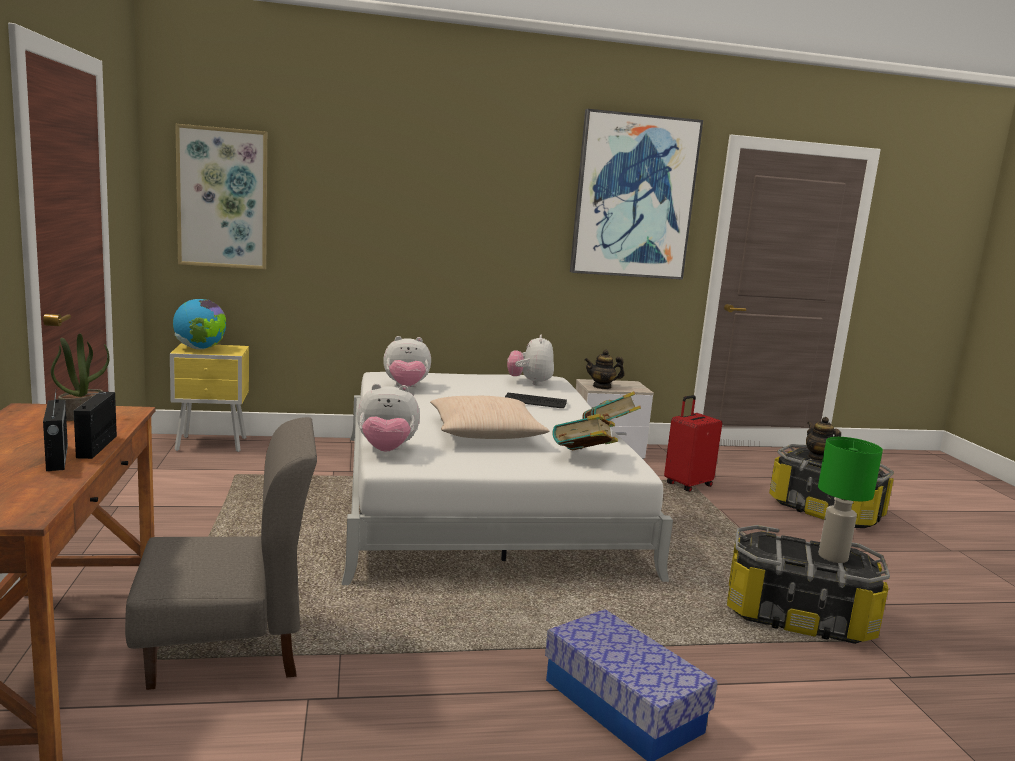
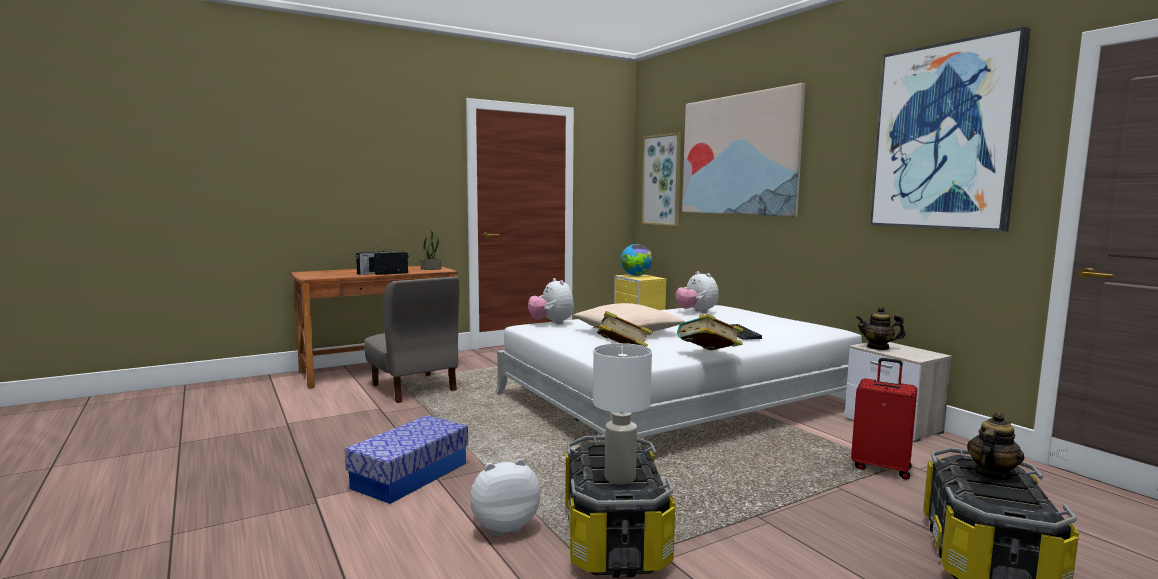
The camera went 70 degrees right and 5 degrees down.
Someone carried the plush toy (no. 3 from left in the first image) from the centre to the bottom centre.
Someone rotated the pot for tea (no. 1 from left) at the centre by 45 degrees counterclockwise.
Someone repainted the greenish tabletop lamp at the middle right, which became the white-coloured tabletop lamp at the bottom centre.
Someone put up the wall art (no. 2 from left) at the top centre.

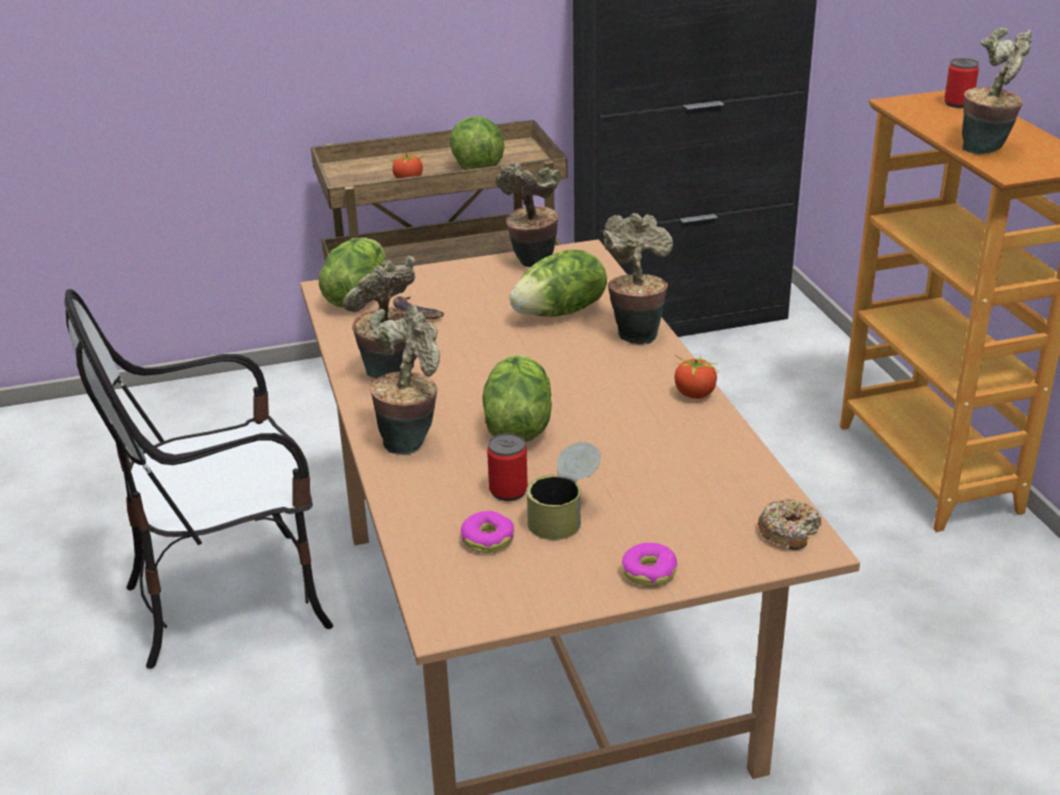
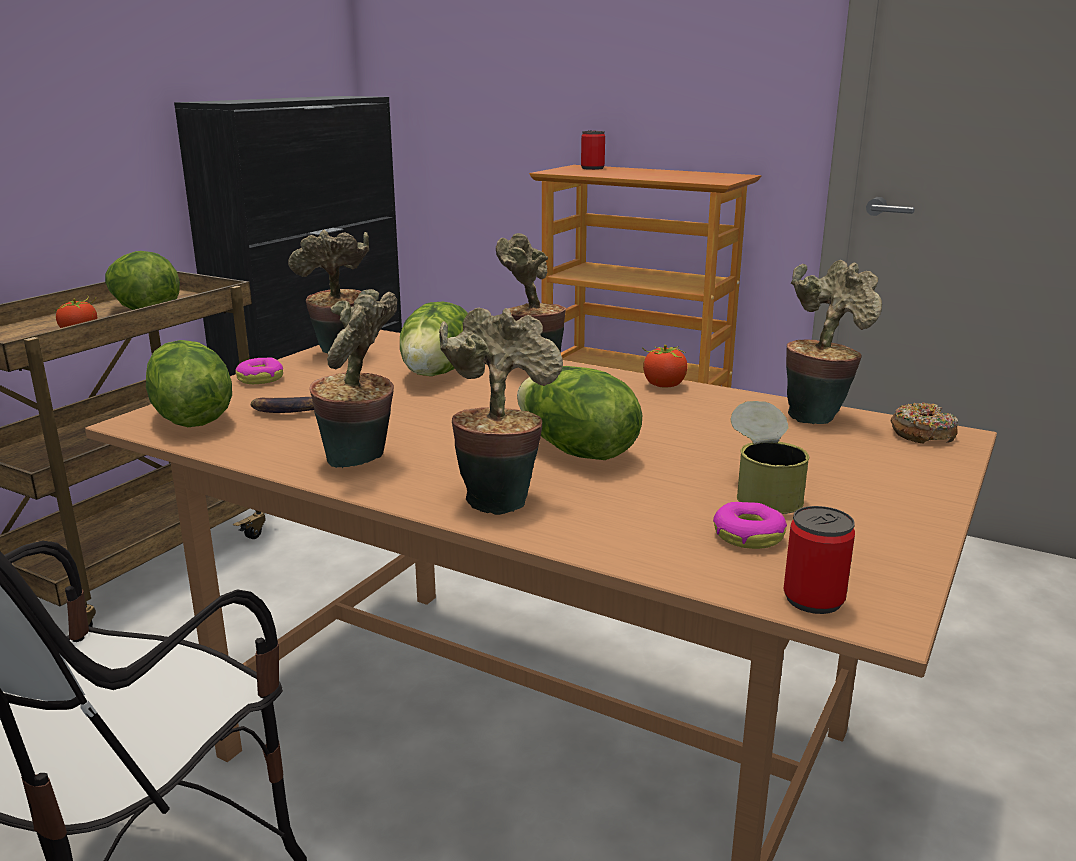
The camera went 45 degrees left and 10 degrees down.
Someone carried the metal can (no. 1 from left in the first image) from the centre to the middle right.
Someone carried the donut (no. 2 from left in the first image) from the bottom centre to the middle left.
Someone carried the plant in a pot (no. 5 from left) from the top right to the middle right.

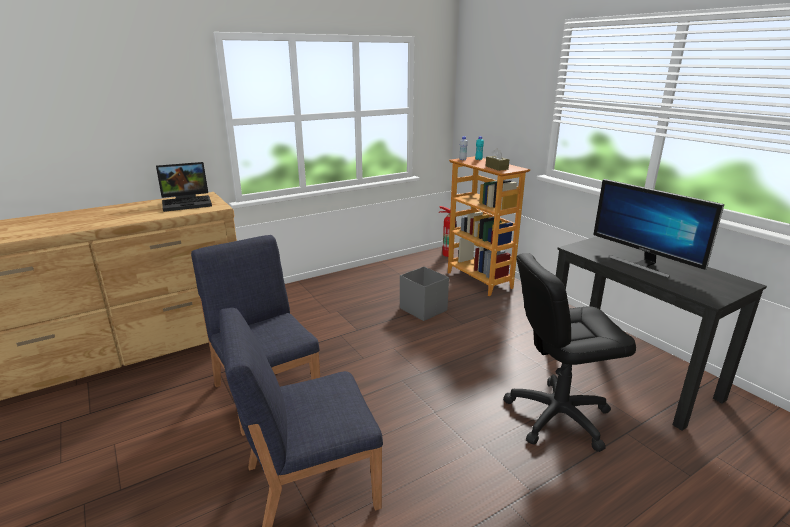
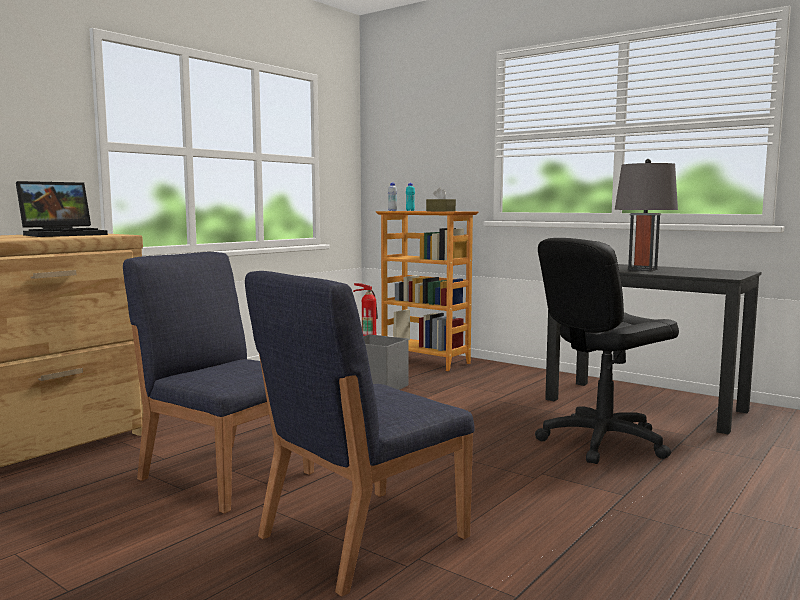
The camera went 20 degrees left and 15 degrees down.
Someone swapped the computer screen at the middle right for the grey tabletop lamp at the middle right.

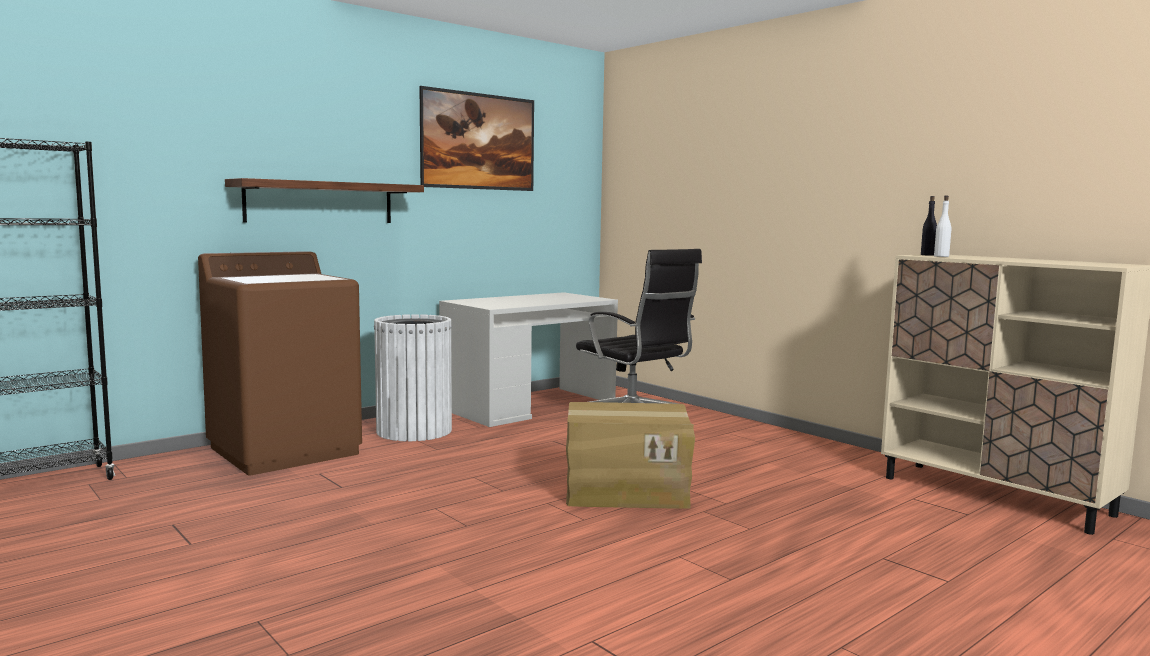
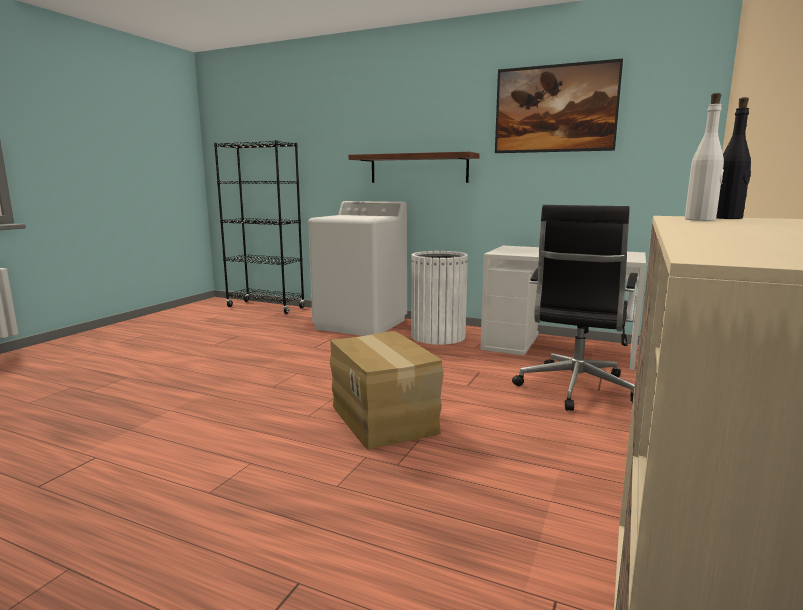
The camera went 65 degrees right and 5 degrees up.
Someone repainted the brown laundry machine at the middle left, which became the white-coloured laundry machine at the centre.

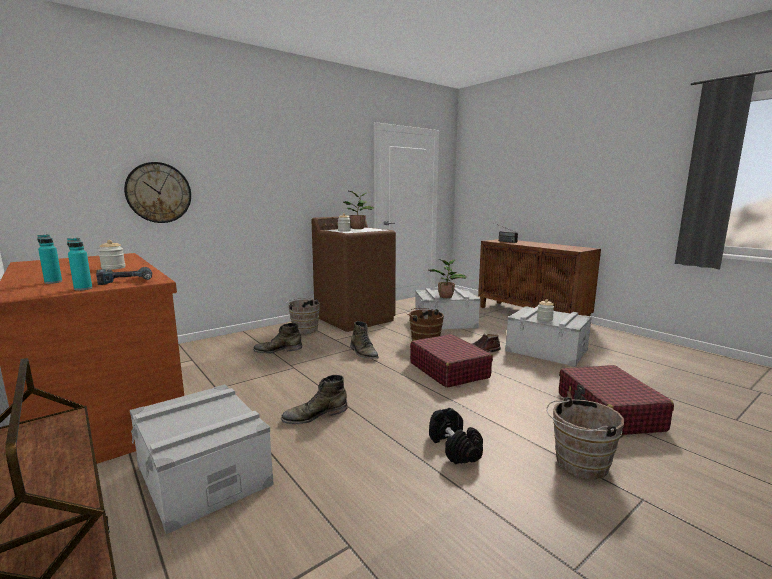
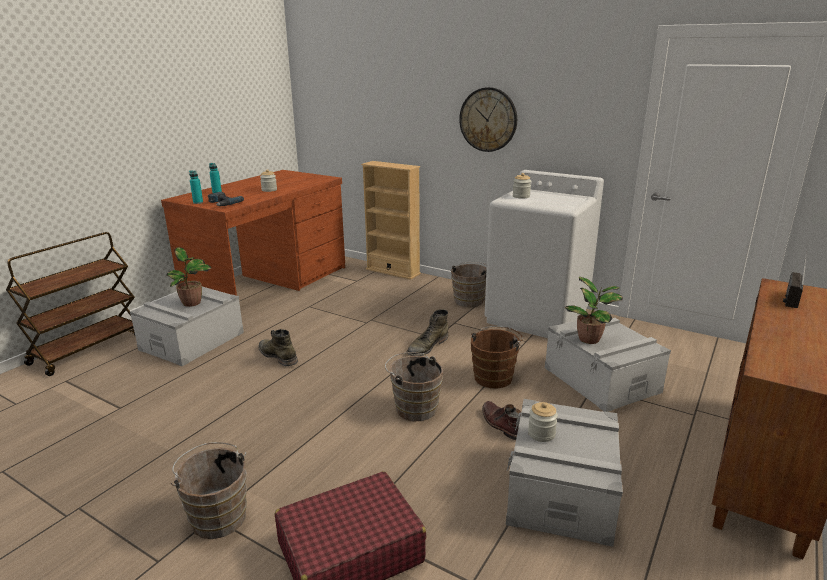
The camera went 70 degrees right and 10 degrees up.
Someone carried the hanging clock from the top left to the top centre.
Someone took away the greenish boot (no. 1 from left) at the centre.
Someone repainted the brown laundry machine at the centre, which became the white-coloured laundry machine at the centre.
Someone carried the plant in a pot (no. 1 from left) from the centre to the middle left.
Someone swapped the red travel case (no. 1 from left) at the centre for the brown water bucket (no. 2 from left) at the centre.
Someone took away the blackish free weight at the bottom centre.
Someone put down the beige-coloured bookshelf at the centre.

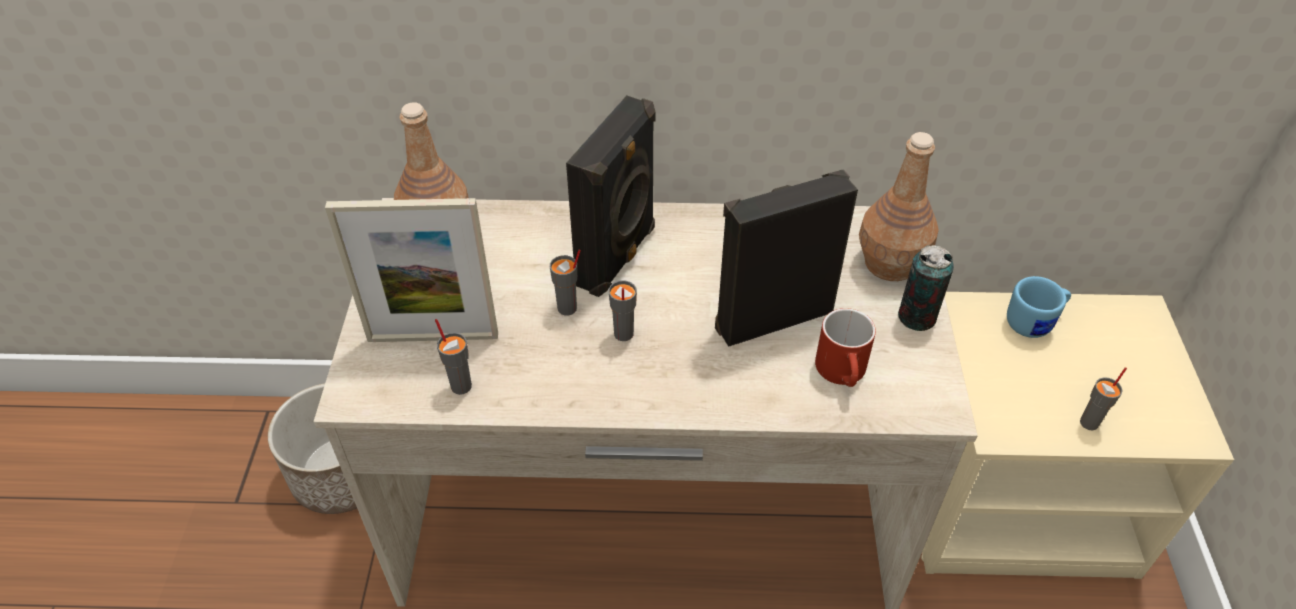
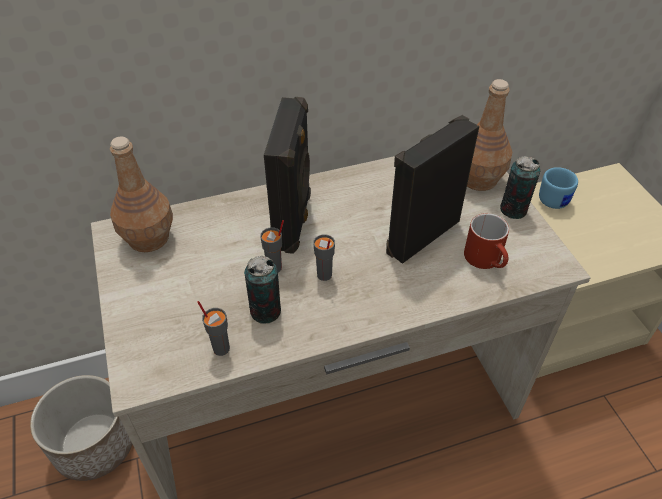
The camera went 20 degrees left and 0 degrees up.
Someone took away the picture frame at the middle left.
Someone took away the grey cup (no. 4 from left) at the middle right.
Someone put down the metal can (no. 1 from left) at the centre.

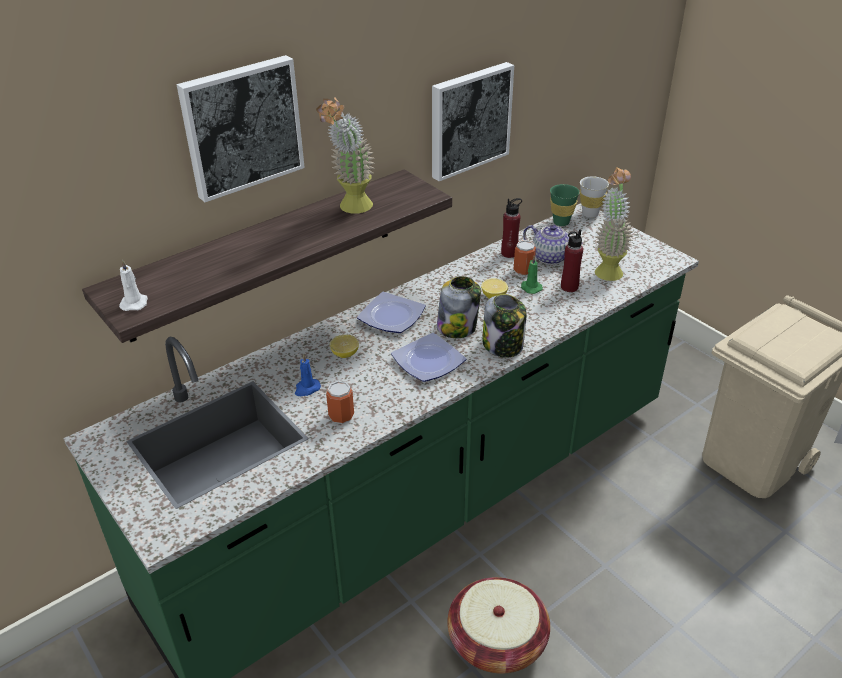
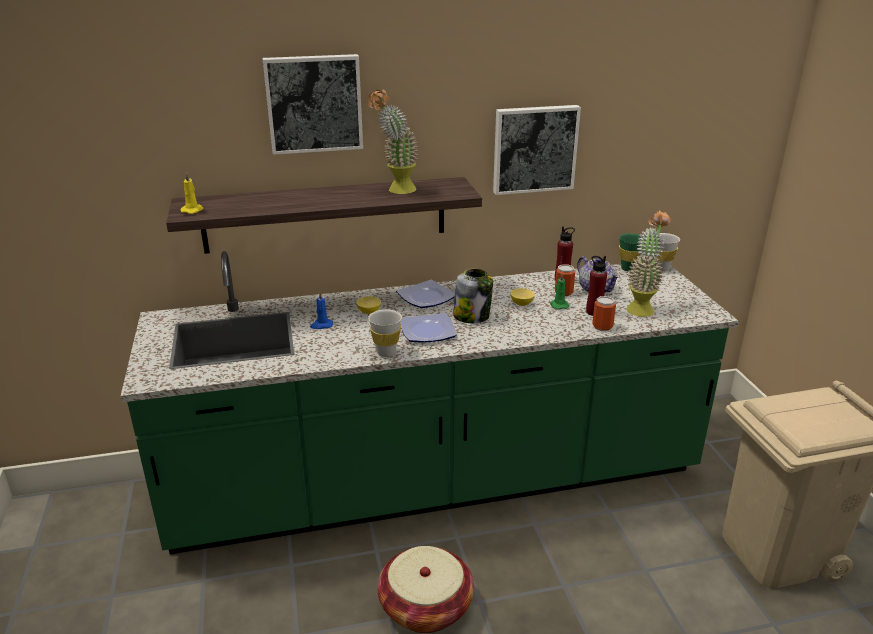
The camera went 25 degrees right and 10 degrees down.
Someone repainted the white-coloured wax light at the middle left, which became the yellow wax light at the top left.
Someone carried the metal can (no. 1 from left in the first image) from the centre to the middle right.
Someone took away the jar (no. 2 from left) at the centre.
Someone put down the white-coloured cup (no. 1 from left) at the centre.

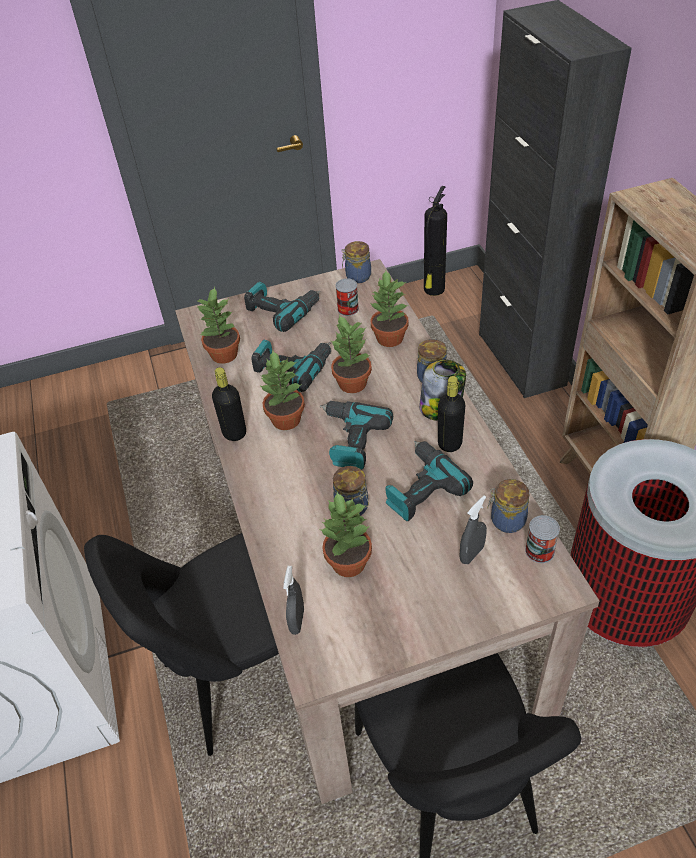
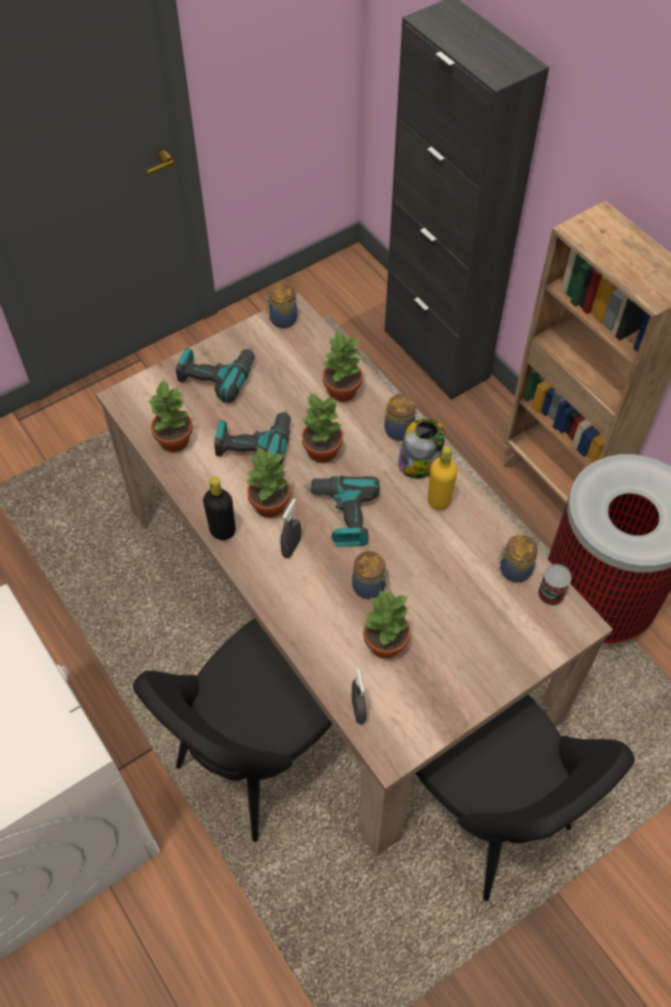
The camera went 20 degrees left and 10 degrees up.
Someone took away the metal can (no. 1 from left) at the centre.
Someone took away the electric drill (no. 4 from left) at the centre.
Someone took away the fire extinguisher at the top centre.
Someone repainted the blackish beverage bottle (no. 2 from left) at the centre, which became the yellow beverage bottle at the centre.
Someone carried the grey sprayer (no. 2 from left in the first image) from the middle right to the centre.

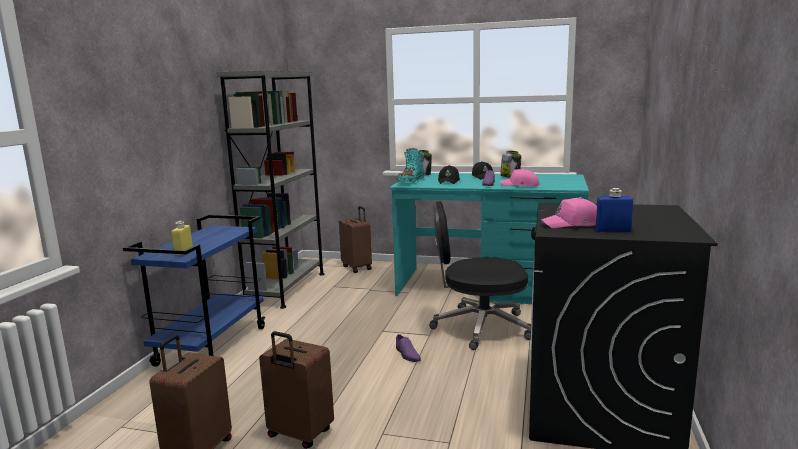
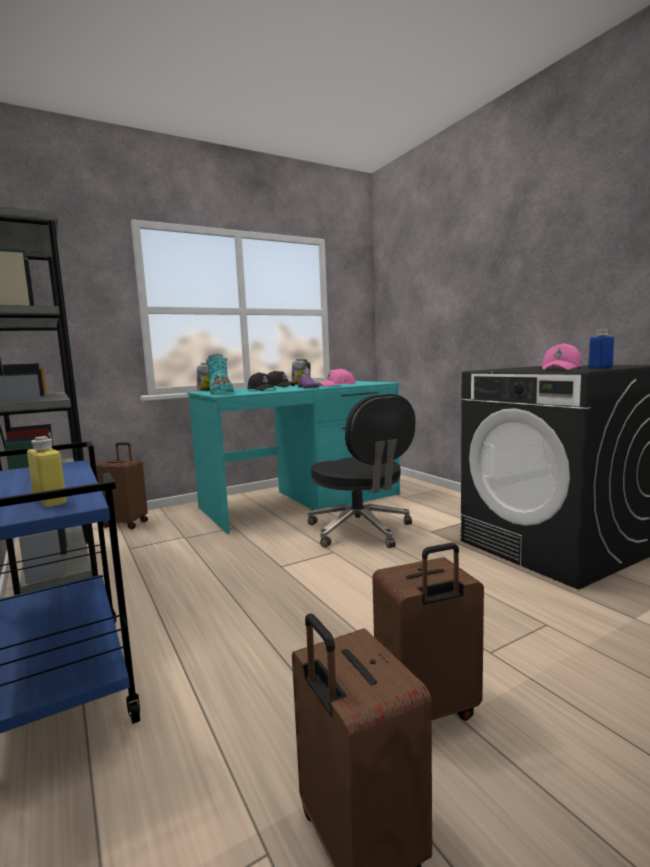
The camera went 45 degrees left and 5 degrees down.
Someone took away the purple low shoe (no. 1 from left) at the bottom centre.
Someone rotated the blackish office chair at the centre by 75 degrees counterclockwise.

